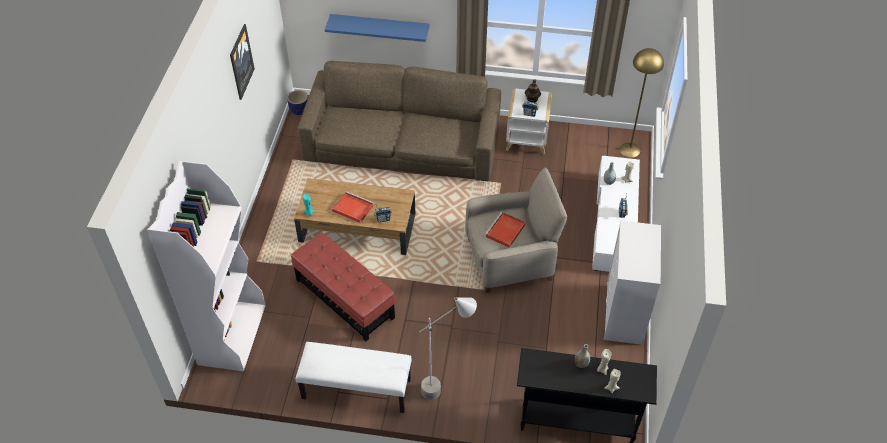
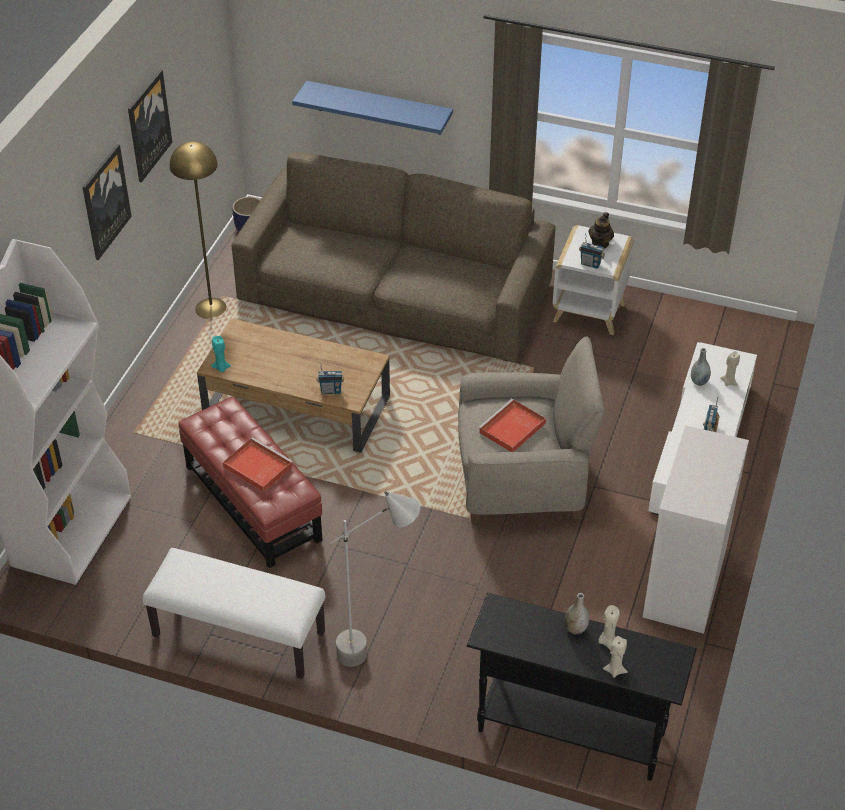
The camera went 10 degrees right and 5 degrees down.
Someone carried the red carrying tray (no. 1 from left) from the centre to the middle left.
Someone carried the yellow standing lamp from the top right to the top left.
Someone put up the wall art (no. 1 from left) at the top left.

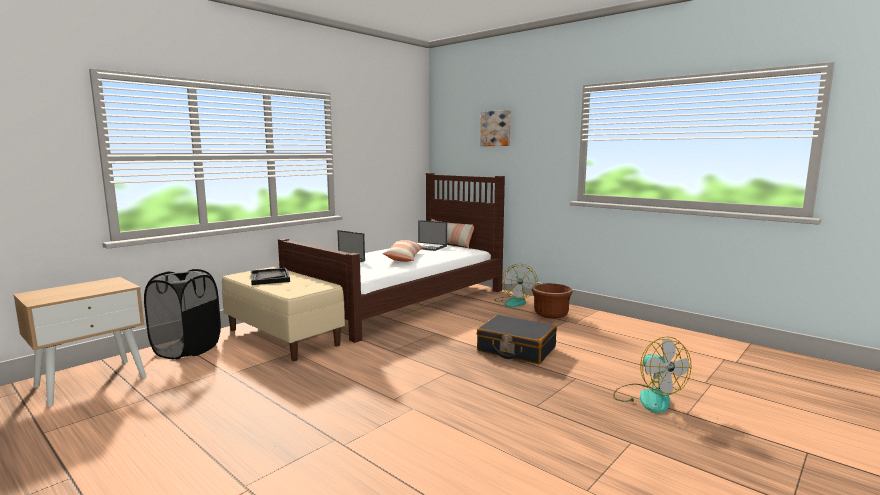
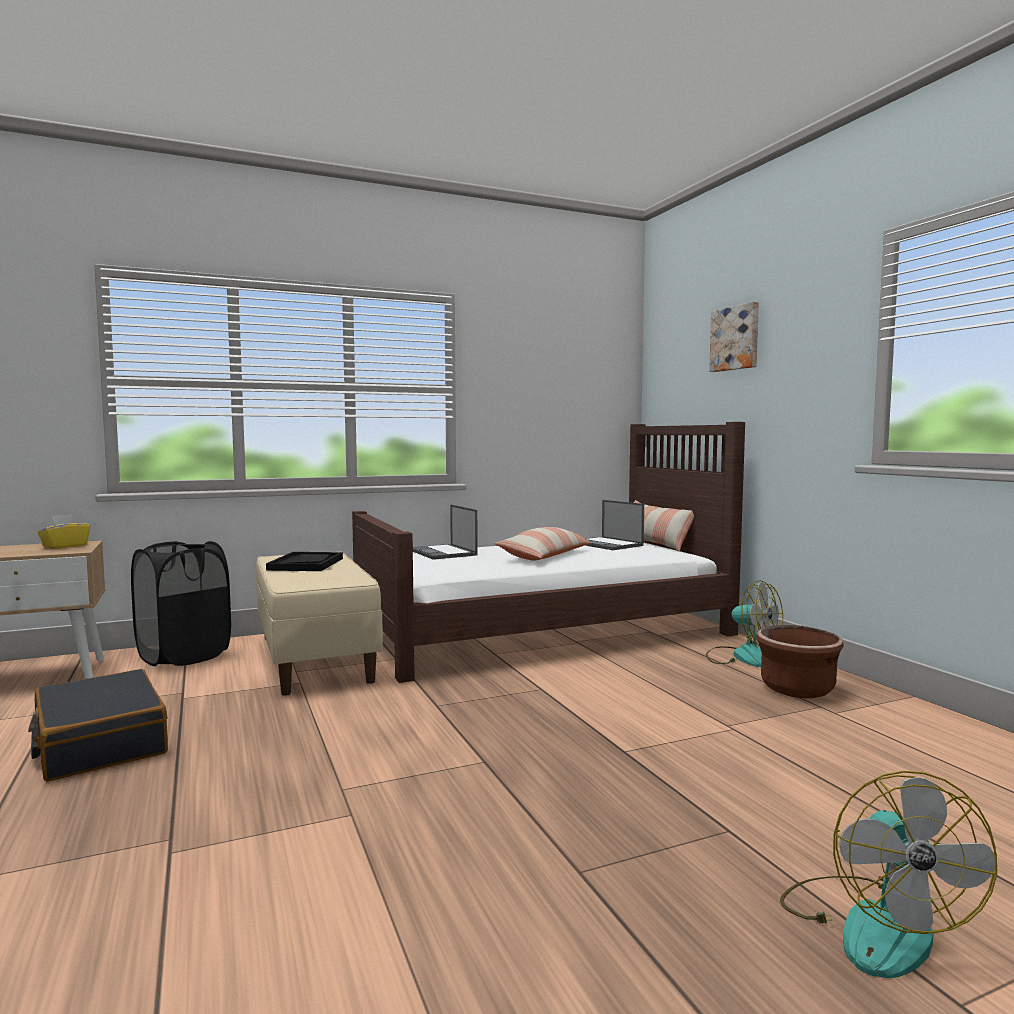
The camera went 25 degrees right and 5 degrees down.
Someone carried the blackish travel case from the bottom centre to the bottom left.
Someone rotated the cooling fan (no. 1 from left) at the centre by 75 degrees counterclockwise.
Someone put down the yellow tissue holder at the middle left.

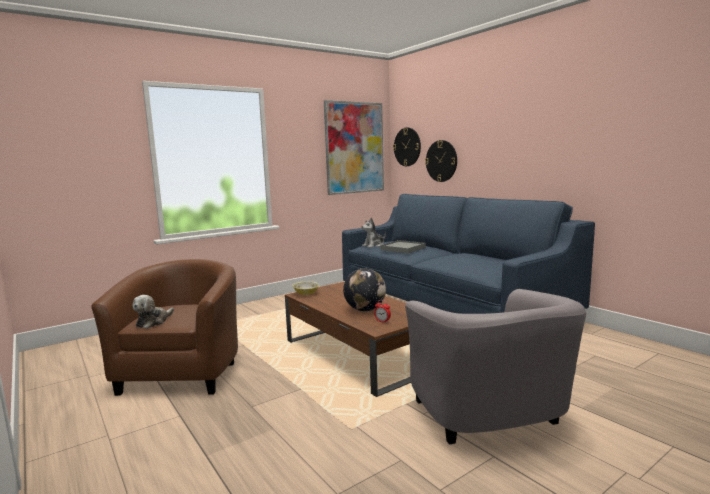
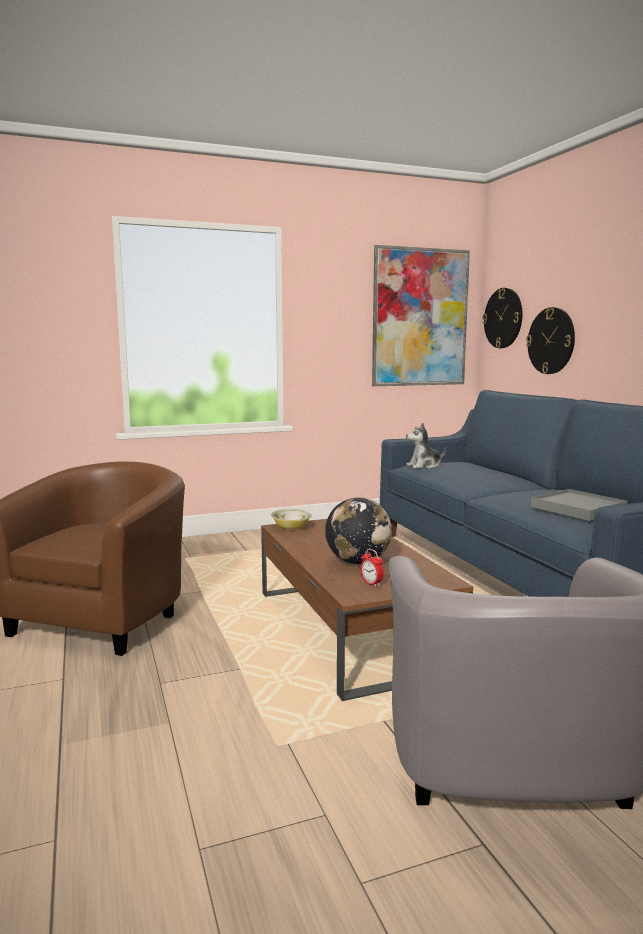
The camera went 15 degrees right and 0 degrees up.
Someone took away the plush toy (no. 1 from left) at the middle left.
Someone carried the grey carrying tray from the centre to the middle right.

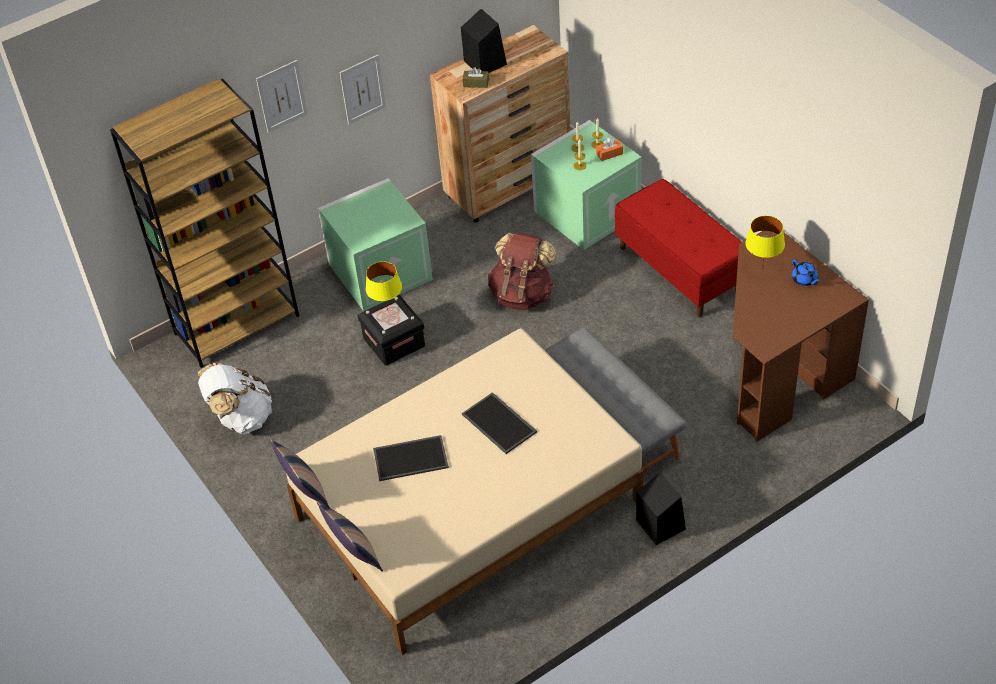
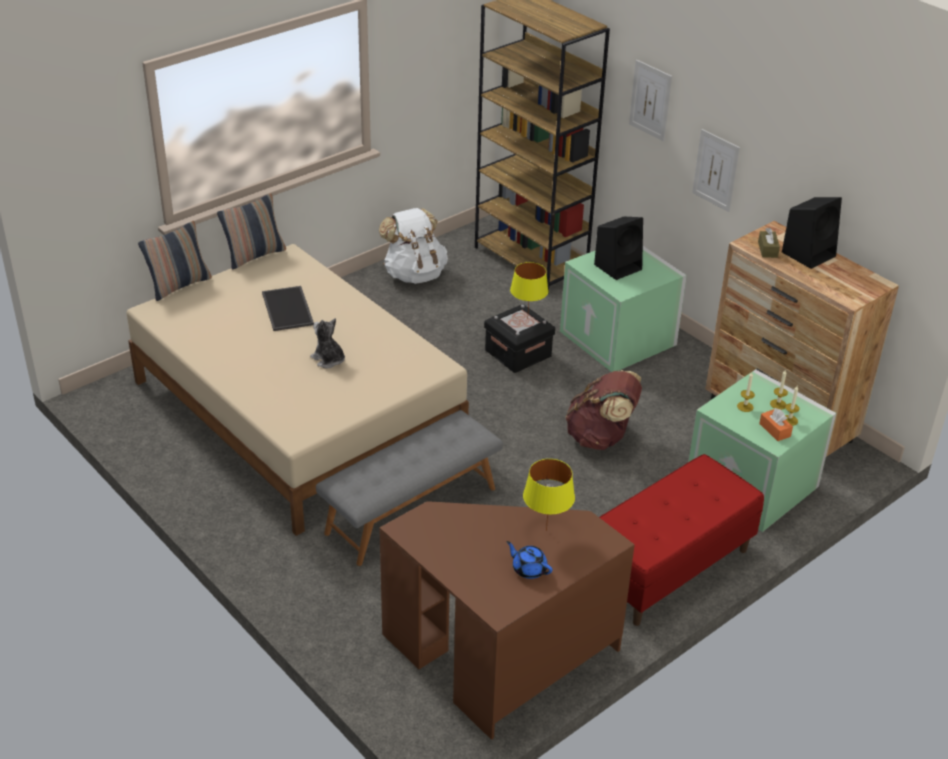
The camera went 80 degrees right and 10 degrees down.
Someone swapped the carrying tray (no. 2 from left) at the centre for the plush toy at the centre.
Someone carried the blackish speaker (no. 2 from left in the first image) from the bottom centre to the top centre.
Someone rotated the bluish pot for tea at the middle right by 75 degrees clockwise.

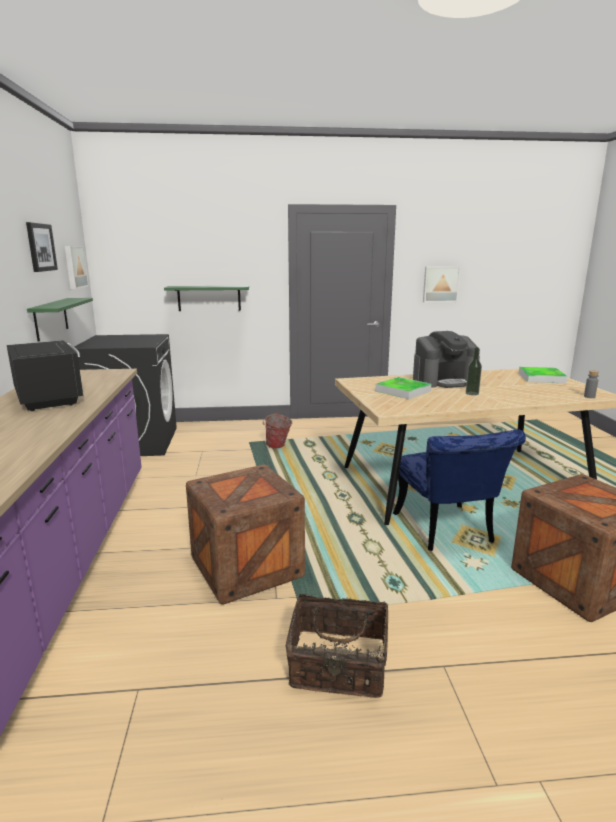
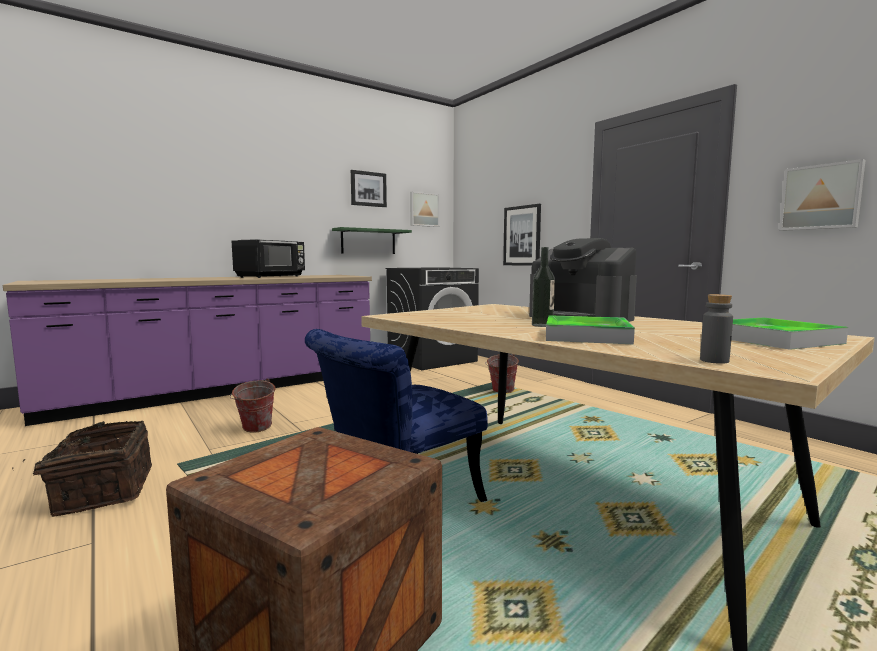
The camera went 60 degrees right and 10 degrees down.
Someone swapped the greenish shelf (no. 2 from left) at the centre for the wall art (no. 3 from left) at the centre.
Someone swapped the shipping crate (no. 1 from left) at the centre for the water bucket (no. 1 from left) at the middle left.
Someone carried the carrying tray (no. 1 from left) from the centre to the middle right.

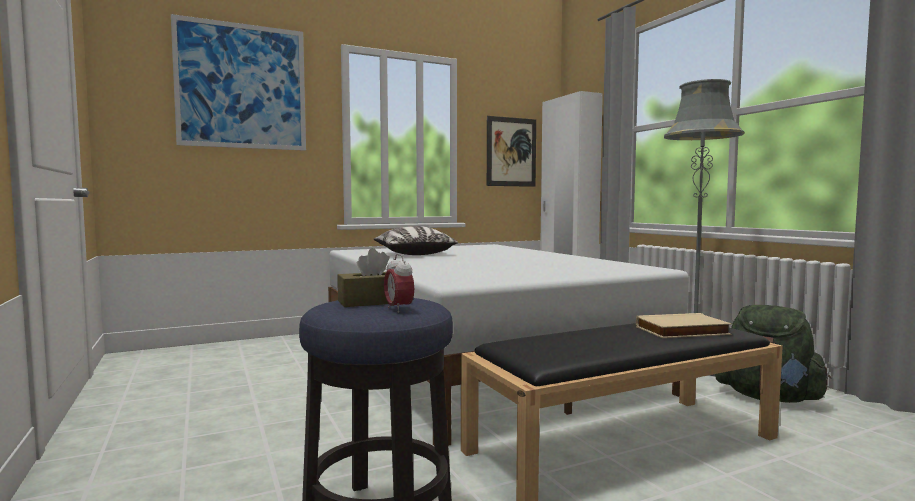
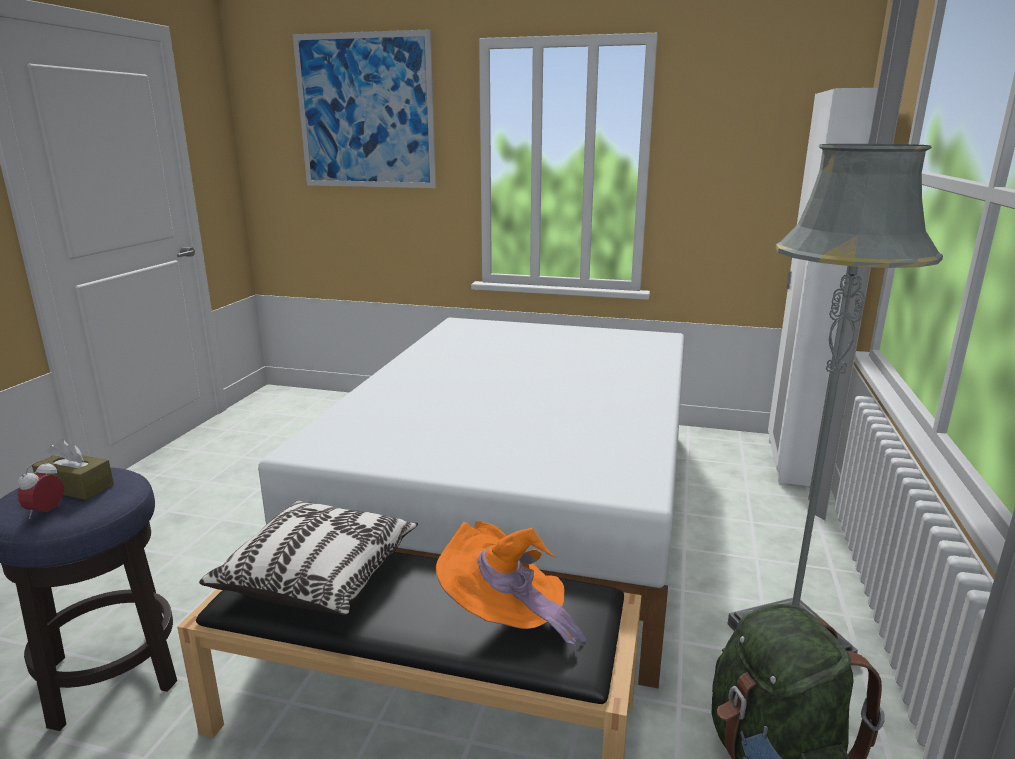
The camera went 40 degrees right and 15 degrees up.
Someone carried the pillow from the centre to the bottom left.
Someone took away the wall art (no. 2 from left) at the top centre.
Someone swapped the beige-coloured bound book at the middle right for the orange hat at the bottom centre.

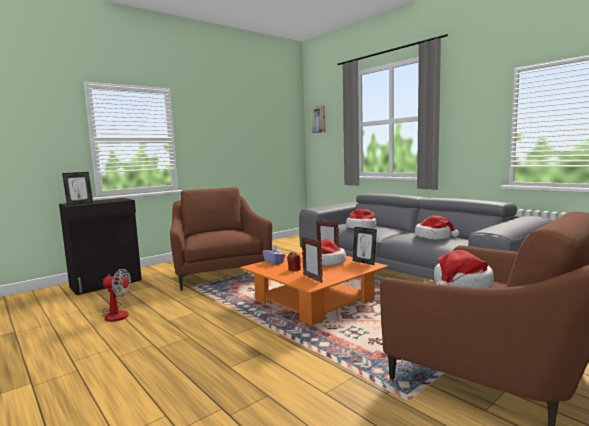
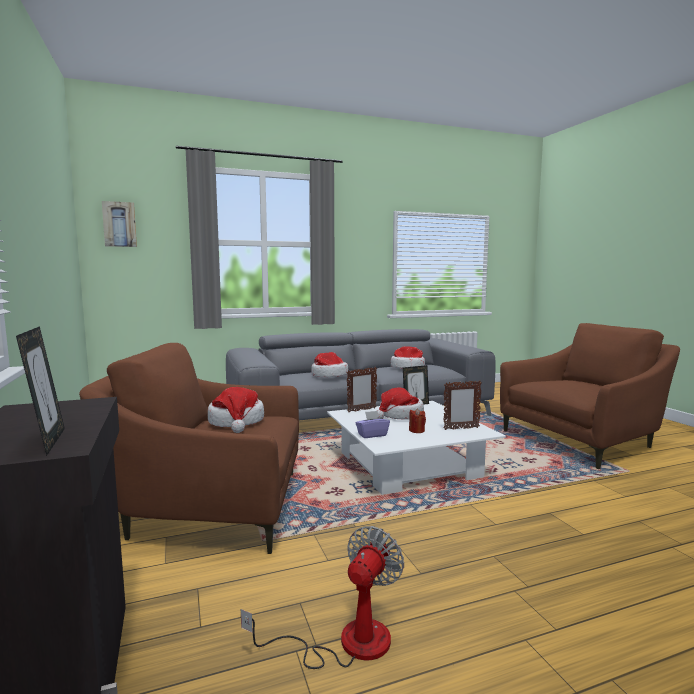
The camera went 70 degrees left and 0 degrees up.
Someone repainted the orange lounge table at the bottom centre, which became the white-coloured lounge table at the centre.
Someone carried the hat (no. 4 from left in the first image) from the middle right to the centre.

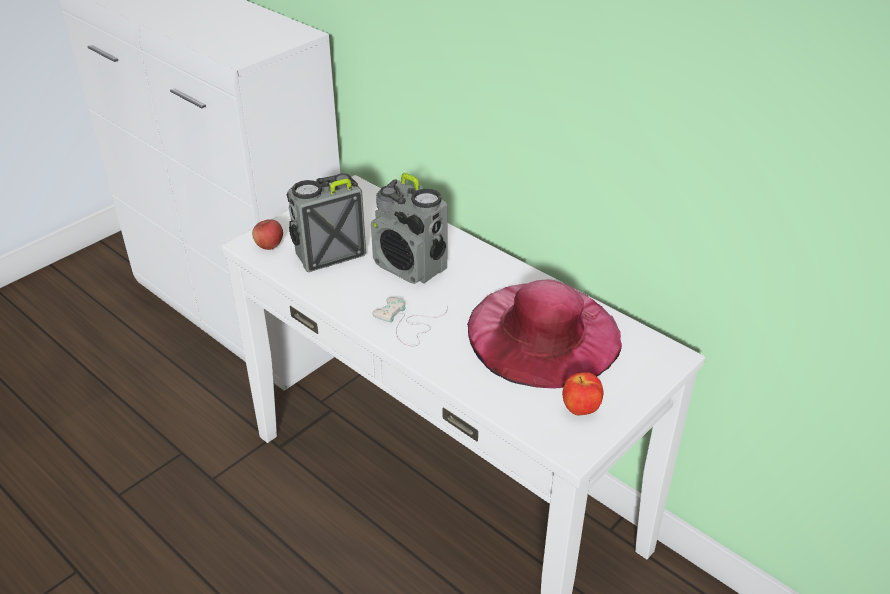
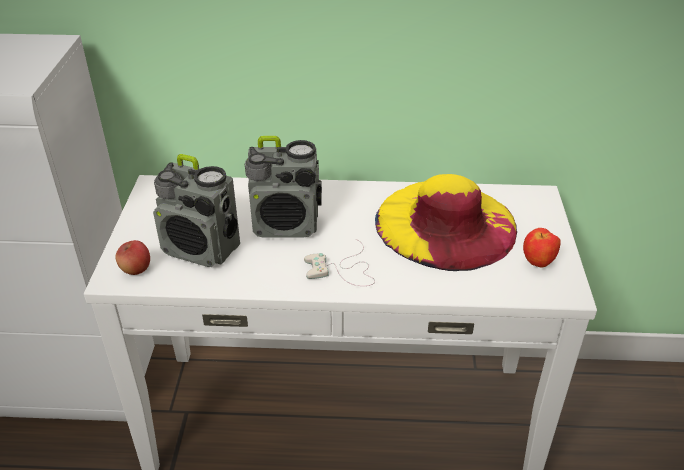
The camera went 40 degrees left and 0 degrees up.
Someone rotated the radio (no. 1 from left) at the centre by 90 degrees counterclockwise.
Someone repainted the pink-coloured hat at the centre, which became the yellow hat at the centre.

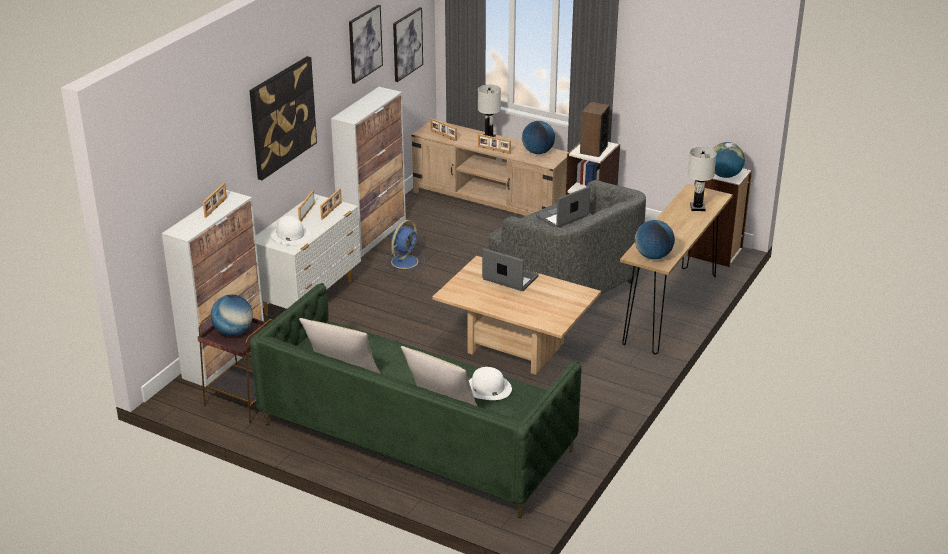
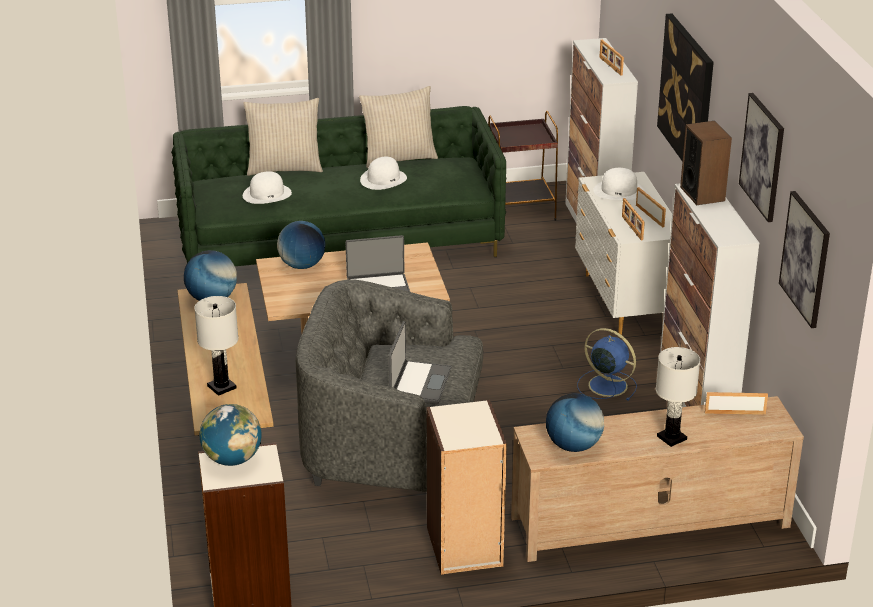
The camera went 140 degrees right and 0 degrees up.
Someone carried the globe (no. 1 from left in the first image) from the middle left to the centre.
Someone rotated the bluish cooling fan at the centre by 135 degrees clockwise.
Someone took away the picture frame (no. 5 from left) at the top centre.
Someone carried the speaker from the top centre to the top right.
Someone put down the white-coloured hat (no. 2 from left) at the top centre.

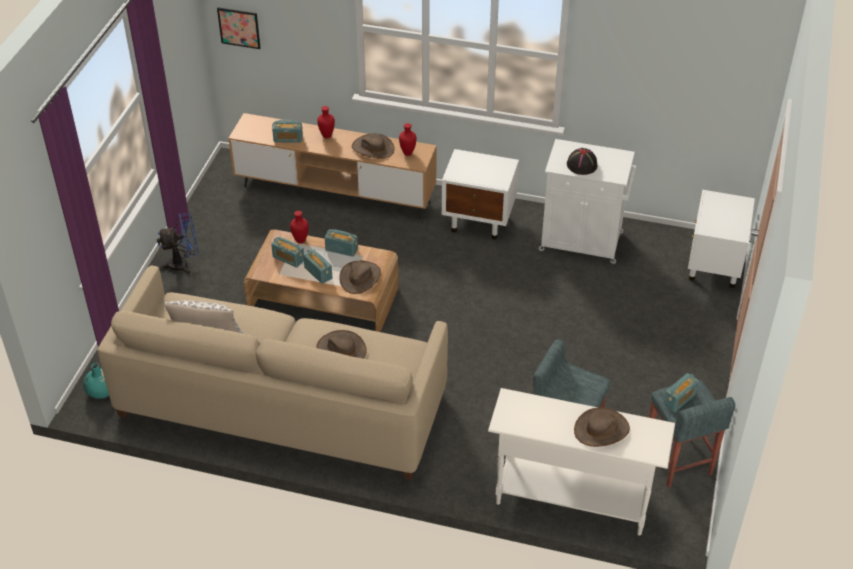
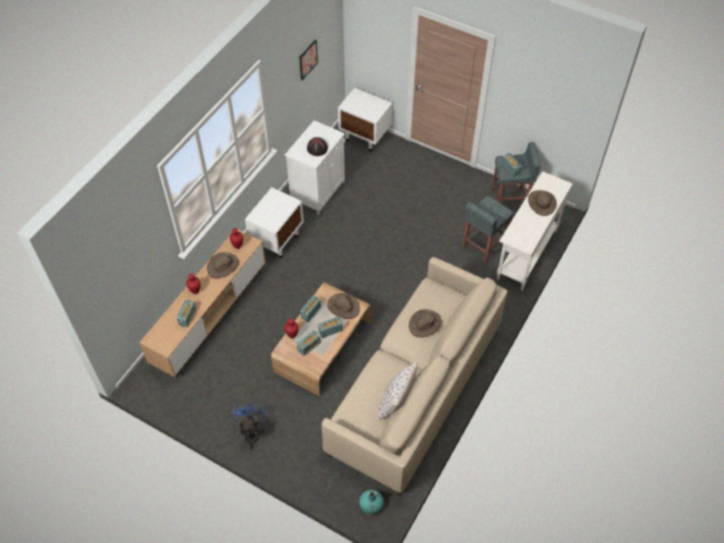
The camera went 75 degrees left and 10 degrees up.
Someone carried the wall art from the top left to the top centre.

